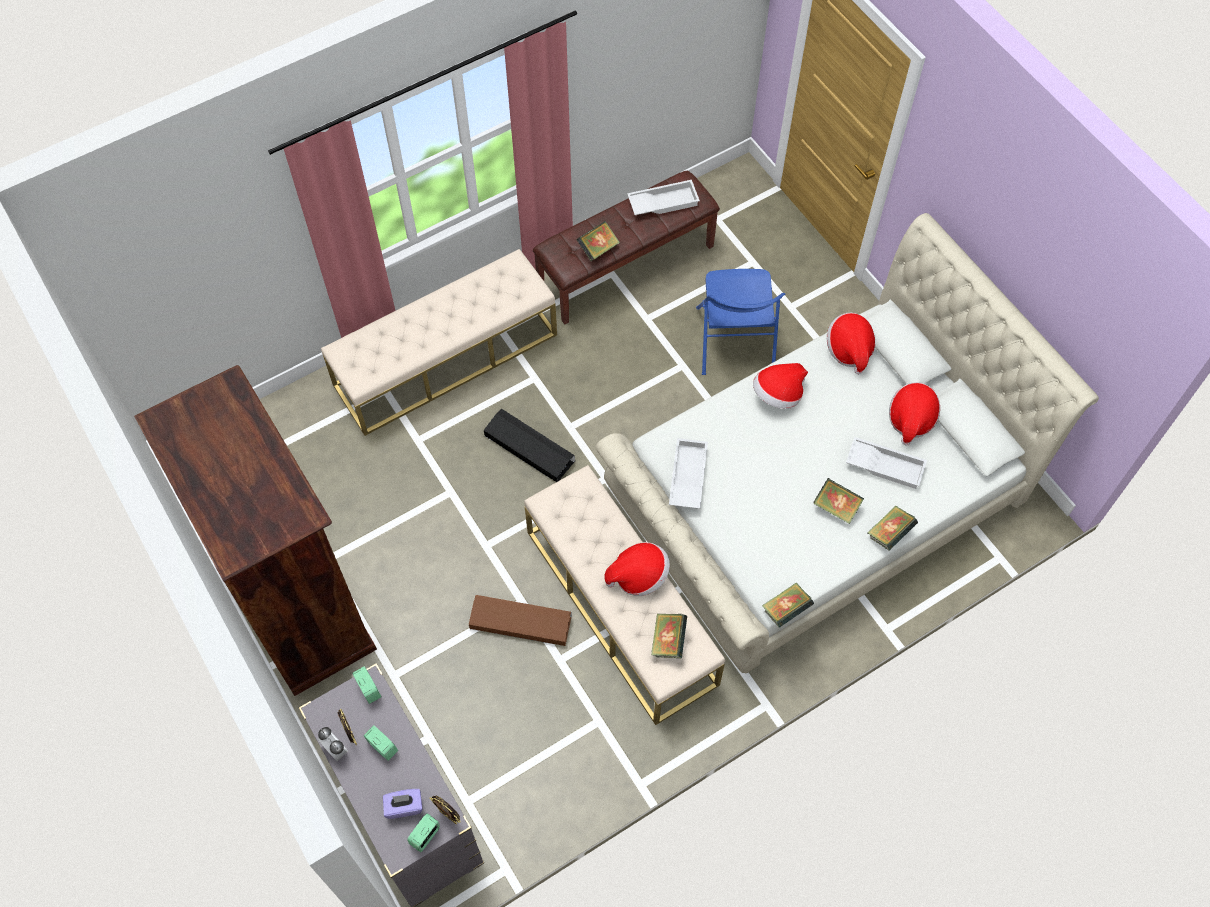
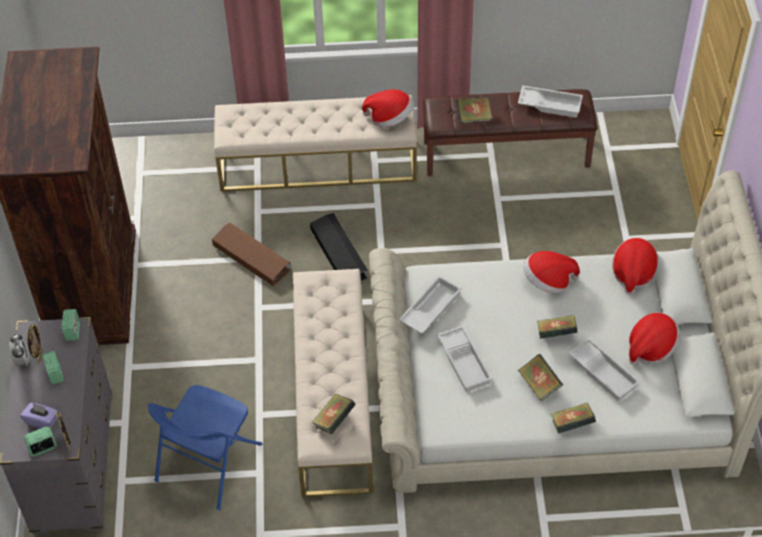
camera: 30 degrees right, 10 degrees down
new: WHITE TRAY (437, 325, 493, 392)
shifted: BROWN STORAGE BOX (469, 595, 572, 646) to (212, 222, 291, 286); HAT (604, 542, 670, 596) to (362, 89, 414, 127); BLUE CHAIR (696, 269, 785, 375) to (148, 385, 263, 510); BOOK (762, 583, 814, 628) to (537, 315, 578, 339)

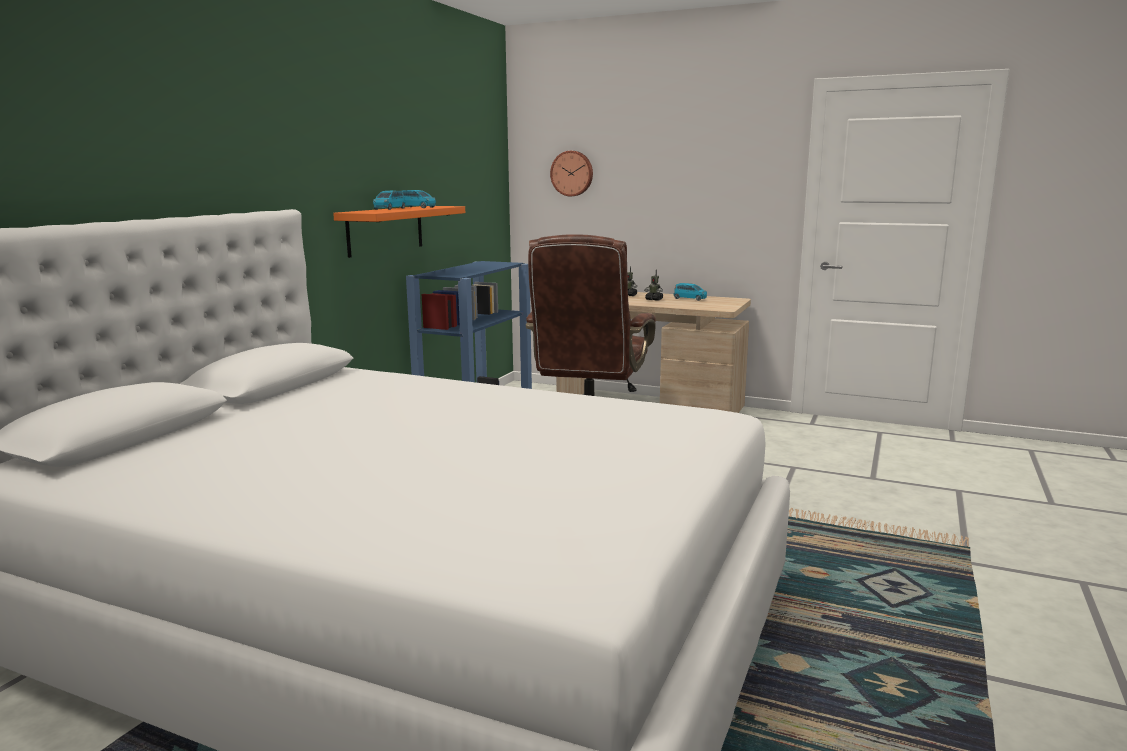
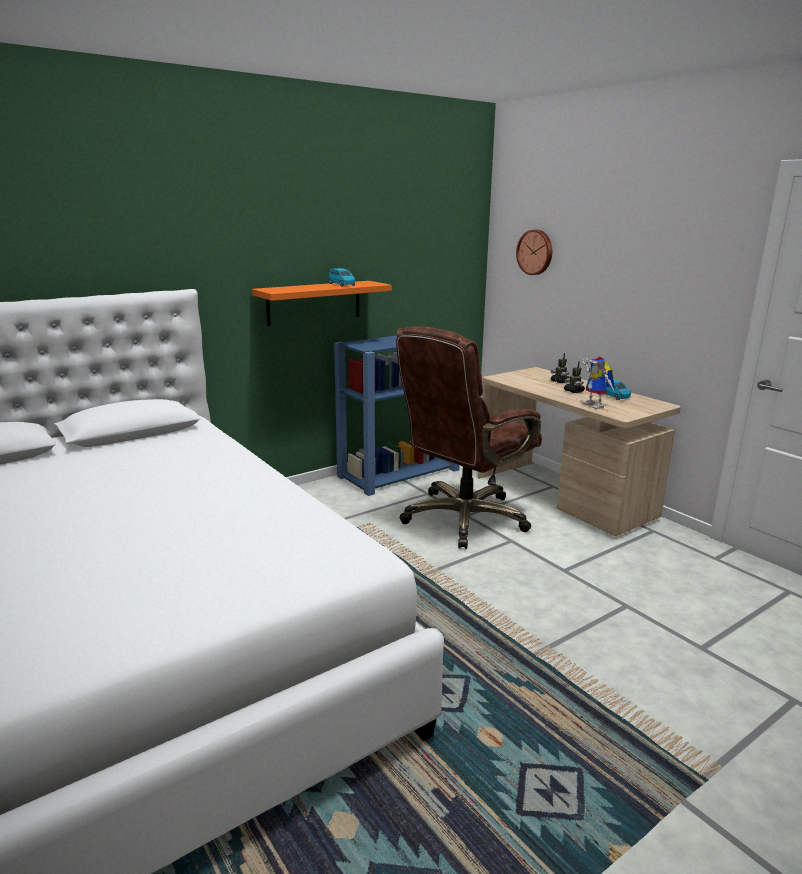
camera: 30 degrees right, 5 degrees up
gone: BLUE TOY CAR (373, 191, 405, 210)
new: TOY ROBOT (582, 357, 615, 409)

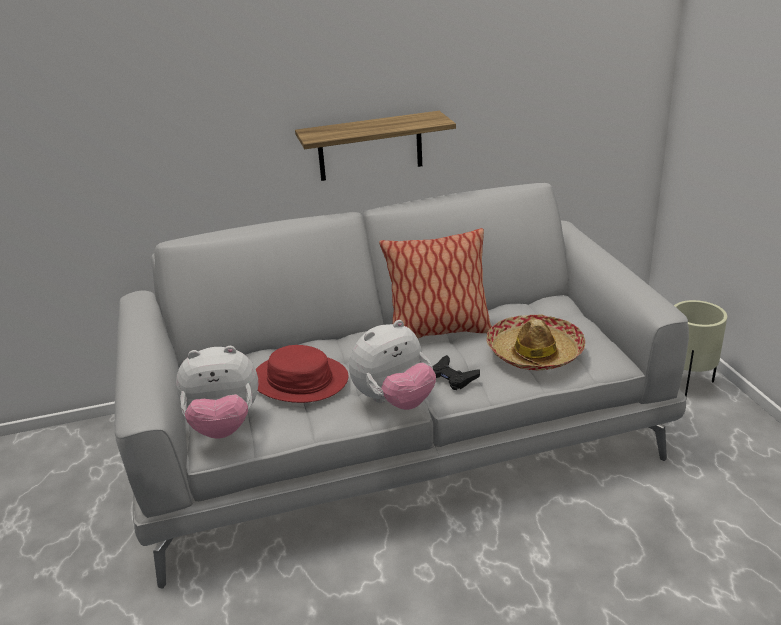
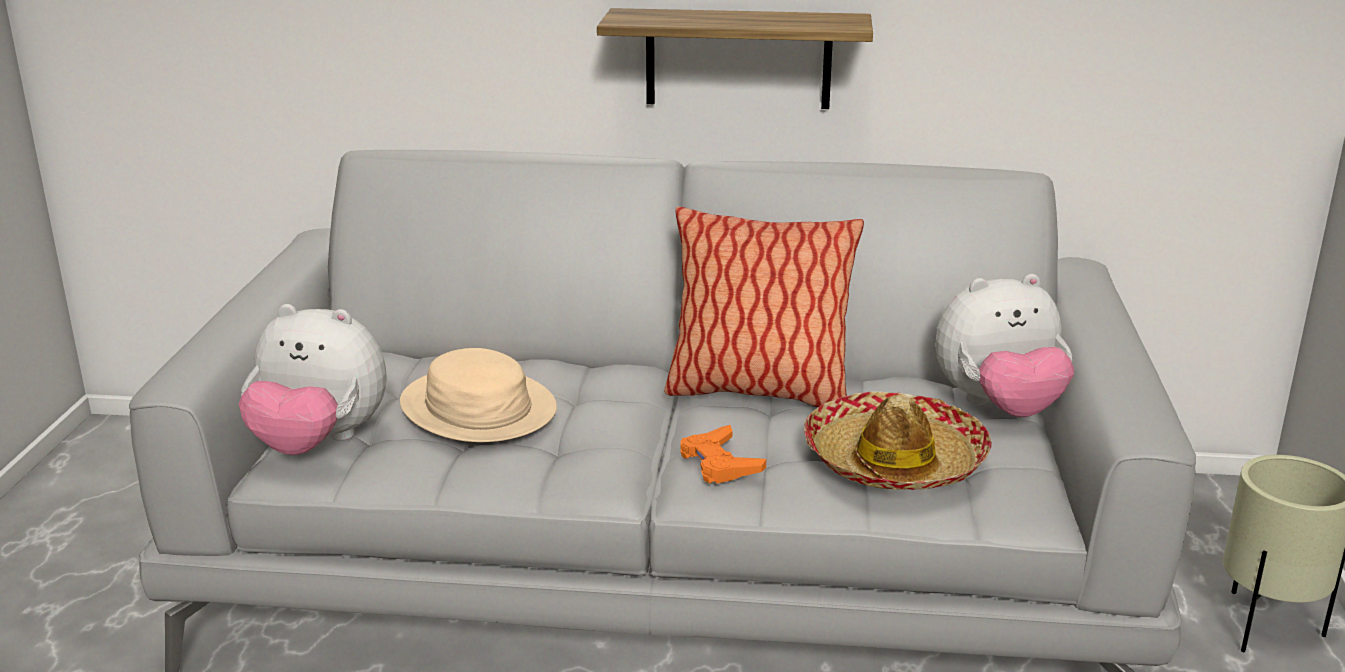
camera: 20 degrees right, 5 degrees down
shifted: PLUSH TOY (349, 320, 436, 410) to (936, 274, 1074, 417)
repainted: RED HAT (256, 345, 348, 403) to BEIGE HAT (400, 348, 557, 442); BLACK GAME CONTROLLER (432, 355, 480, 390) to ORANGE GAME CONTROLLER (680, 425, 766, 484)

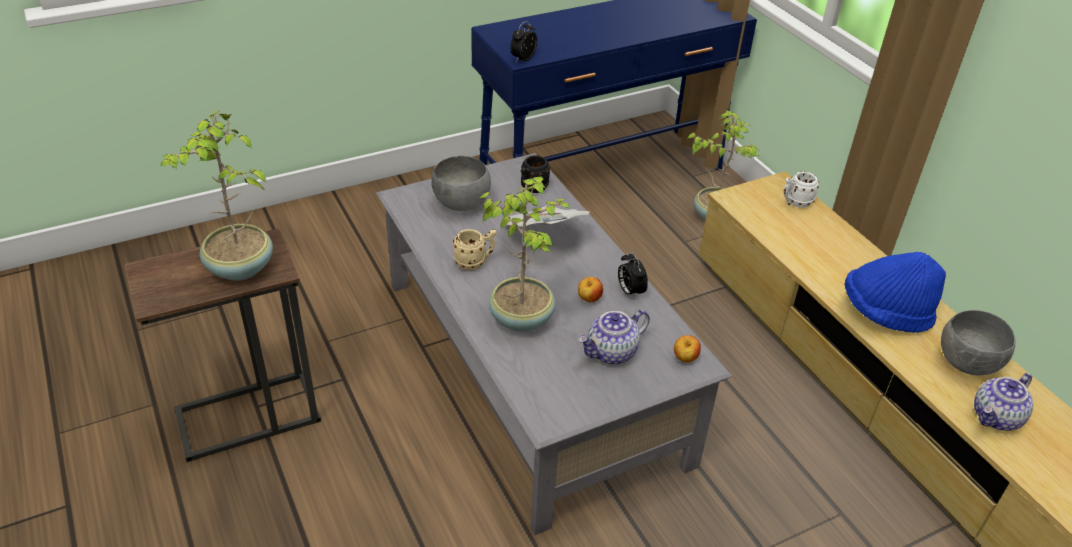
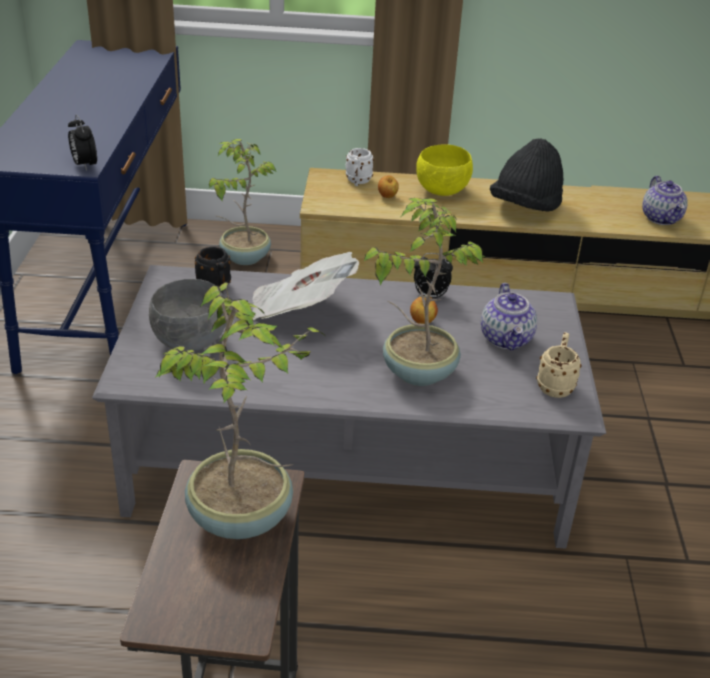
camera: 60 degrees left, 5 degrees down
gone: GREY BOWL (941, 310, 1015, 375)
new: YELLOW BOWL (416, 144, 473, 196)
shifted: BEIGE MUG (453, 229, 497, 270) to (536, 332, 581, 398); APPLE (674, 335, 701, 362) to (378, 175, 399, 198)
repainted: BLUE HAT (845, 252, 946, 333) to BLACK HAT (490, 138, 563, 212)

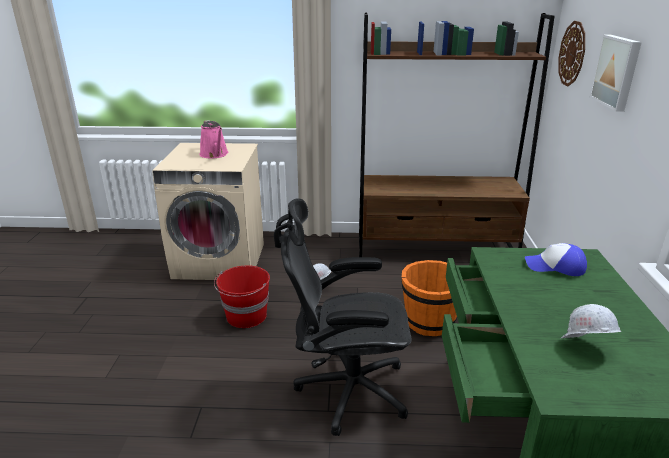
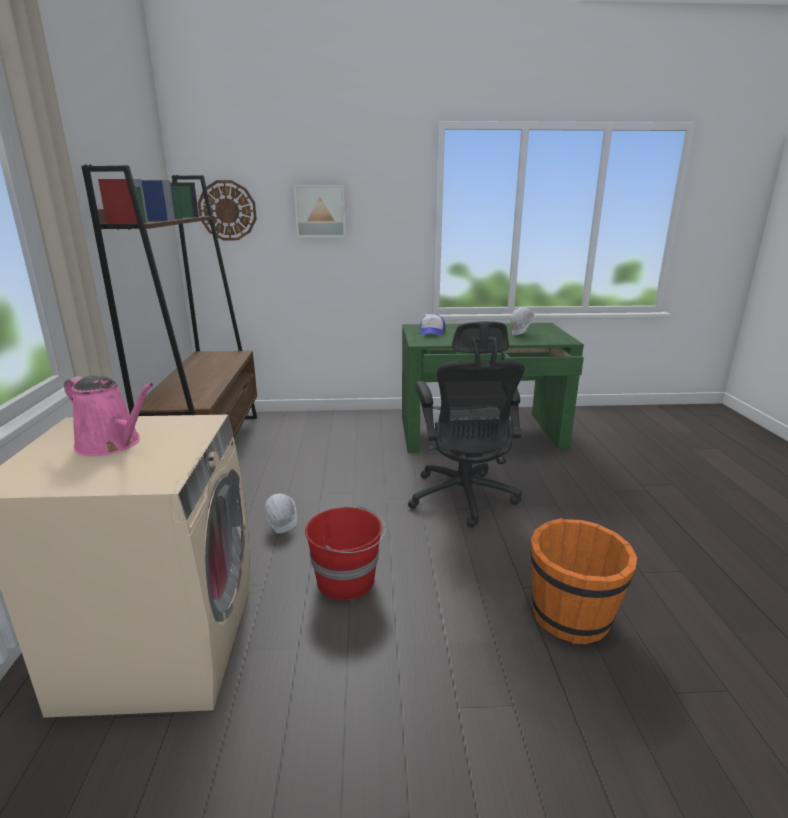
camera: 95 degrees left, 5 degrees down
shifted: ORANGE BUCKET (401, 260, 457, 336) to (530, 518, 637, 644)
rotated: PINK WATERING CAN (200, 120, 228, 159) = (64, 376, 154, 456) 60 degrees clockwise

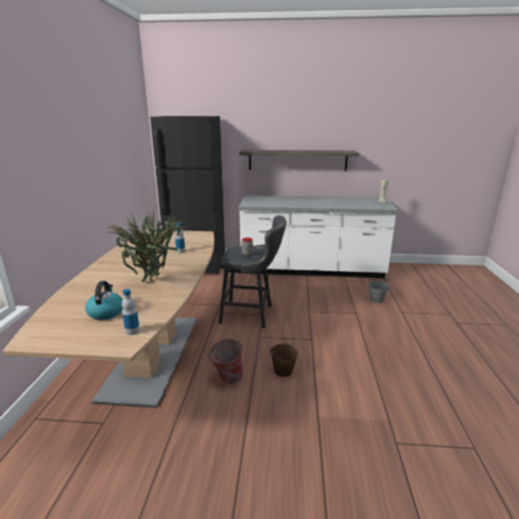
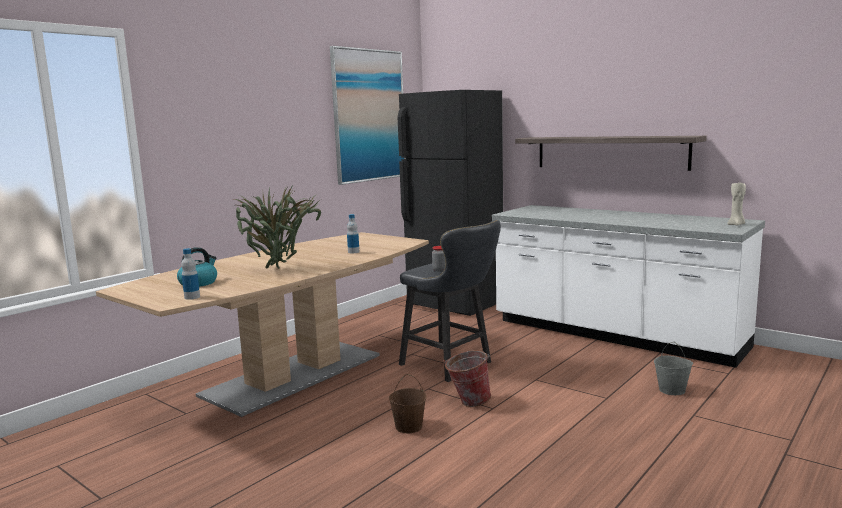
camera: 35 degrees right, 10 degrees down
new: PICTURE (330, 46, 406, 185)
shifted: BUCKET (207, 339, 243, 383) to (444, 350, 491, 407)

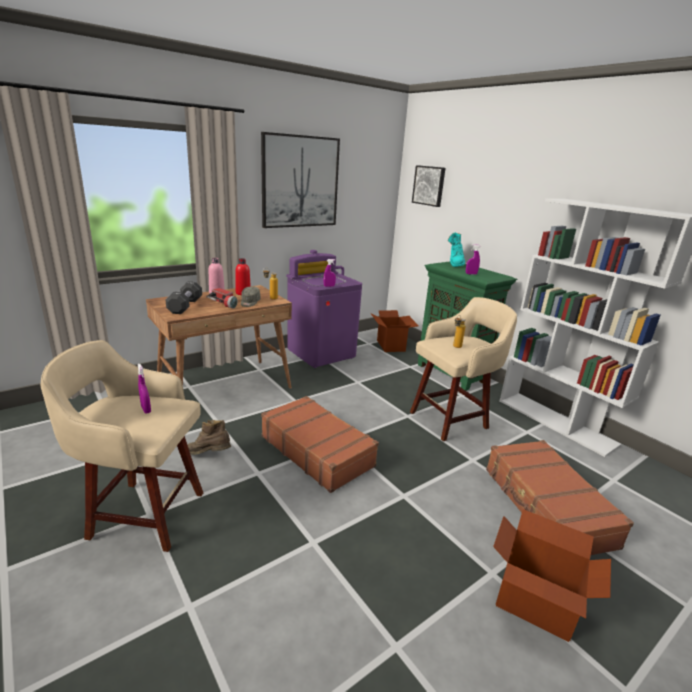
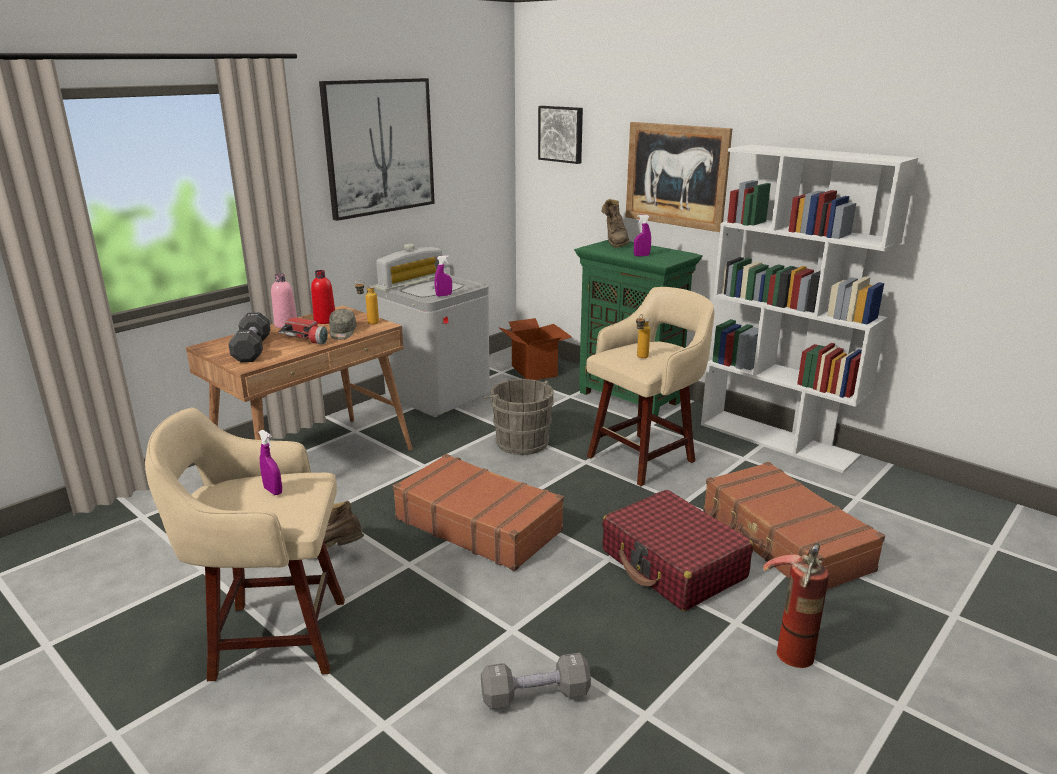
camera: 10 degrees left, 0 degrees up
new: GREY DUMBBELL (481, 653, 591, 709); GREY BUCKET (483, 379, 554, 455); RED SUITCASE (602, 490, 753, 611); PICTURE (626, 122, 732, 232)
swapped: CARDBOARD BOX (493, 509, 611, 642) to FIRE EXTINGUISHER (763, 543, 829, 668)
repainted: PURPLE WASHING MACHINE (286, 250, 362, 368) to GREY WASHING MACHINE (374, 244, 490, 417); TURQUOISE BOOT (448, 232, 465, 267) to BROWN BOOT (601, 199, 629, 248)

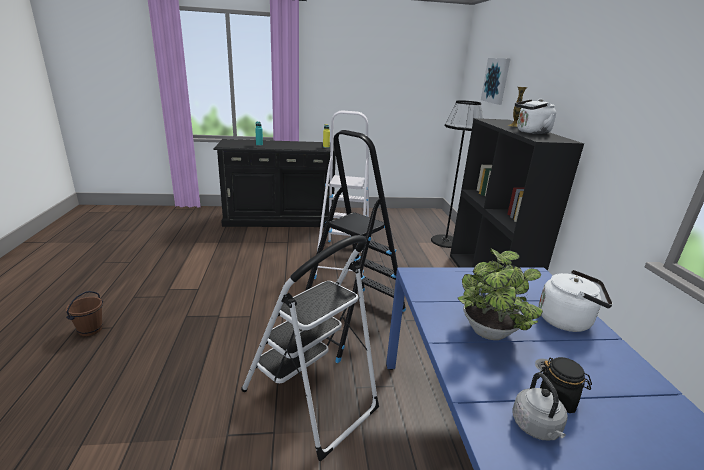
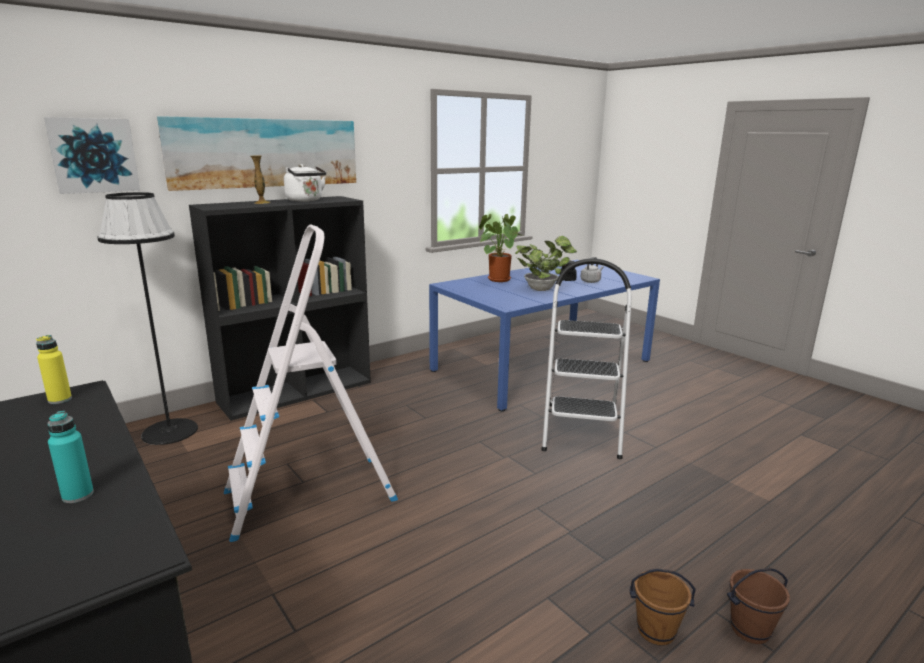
camera: 120 degrees left, 5 degrees down
gone: BLACK STEP LADDER (305, 130, 406, 363)
new: PICTURE (157, 116, 356, 191); BROWN BUCKET (630, 569, 696, 646)
swapped: WHITE KETTLE (539, 270, 613, 332) to POTTED PLANT (479, 214, 523, 282)

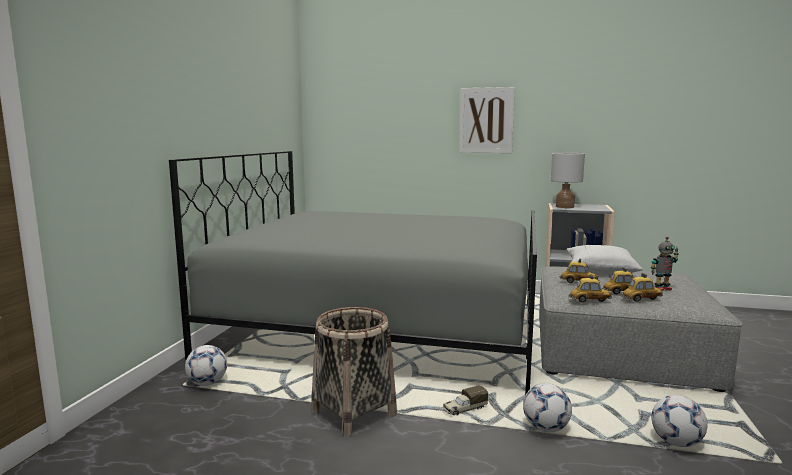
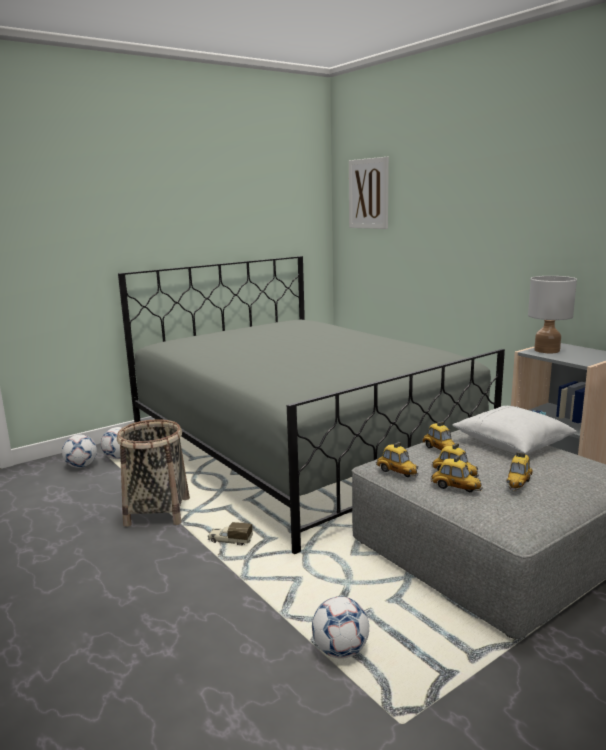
camera: 40 degrees right, 5 degrees up
shifted: PICTURE (459, 87, 515, 153) to (349, 157, 389, 229); FOOTBALL (523, 383, 572, 432) to (62, 435, 97, 468)
swapped: TOY ROBOT (651, 237, 679, 291) to TOY CAR (506, 452, 533, 491)

